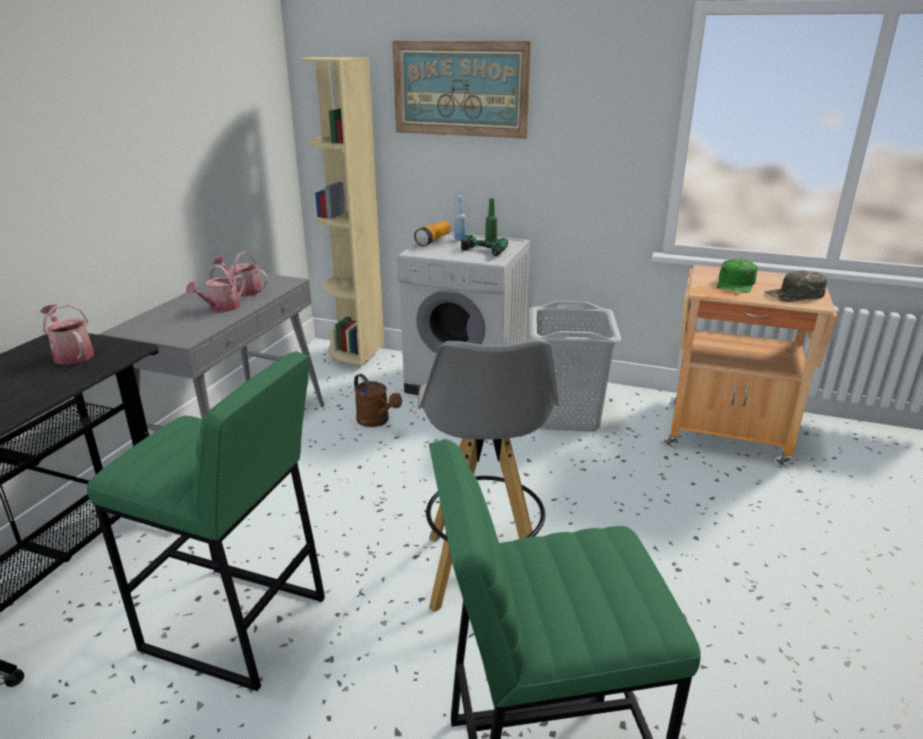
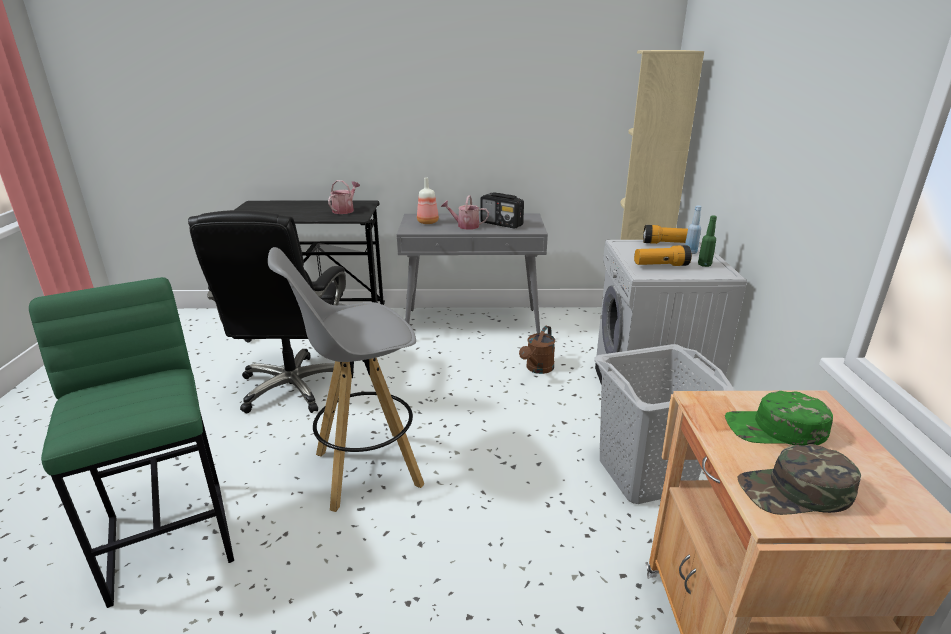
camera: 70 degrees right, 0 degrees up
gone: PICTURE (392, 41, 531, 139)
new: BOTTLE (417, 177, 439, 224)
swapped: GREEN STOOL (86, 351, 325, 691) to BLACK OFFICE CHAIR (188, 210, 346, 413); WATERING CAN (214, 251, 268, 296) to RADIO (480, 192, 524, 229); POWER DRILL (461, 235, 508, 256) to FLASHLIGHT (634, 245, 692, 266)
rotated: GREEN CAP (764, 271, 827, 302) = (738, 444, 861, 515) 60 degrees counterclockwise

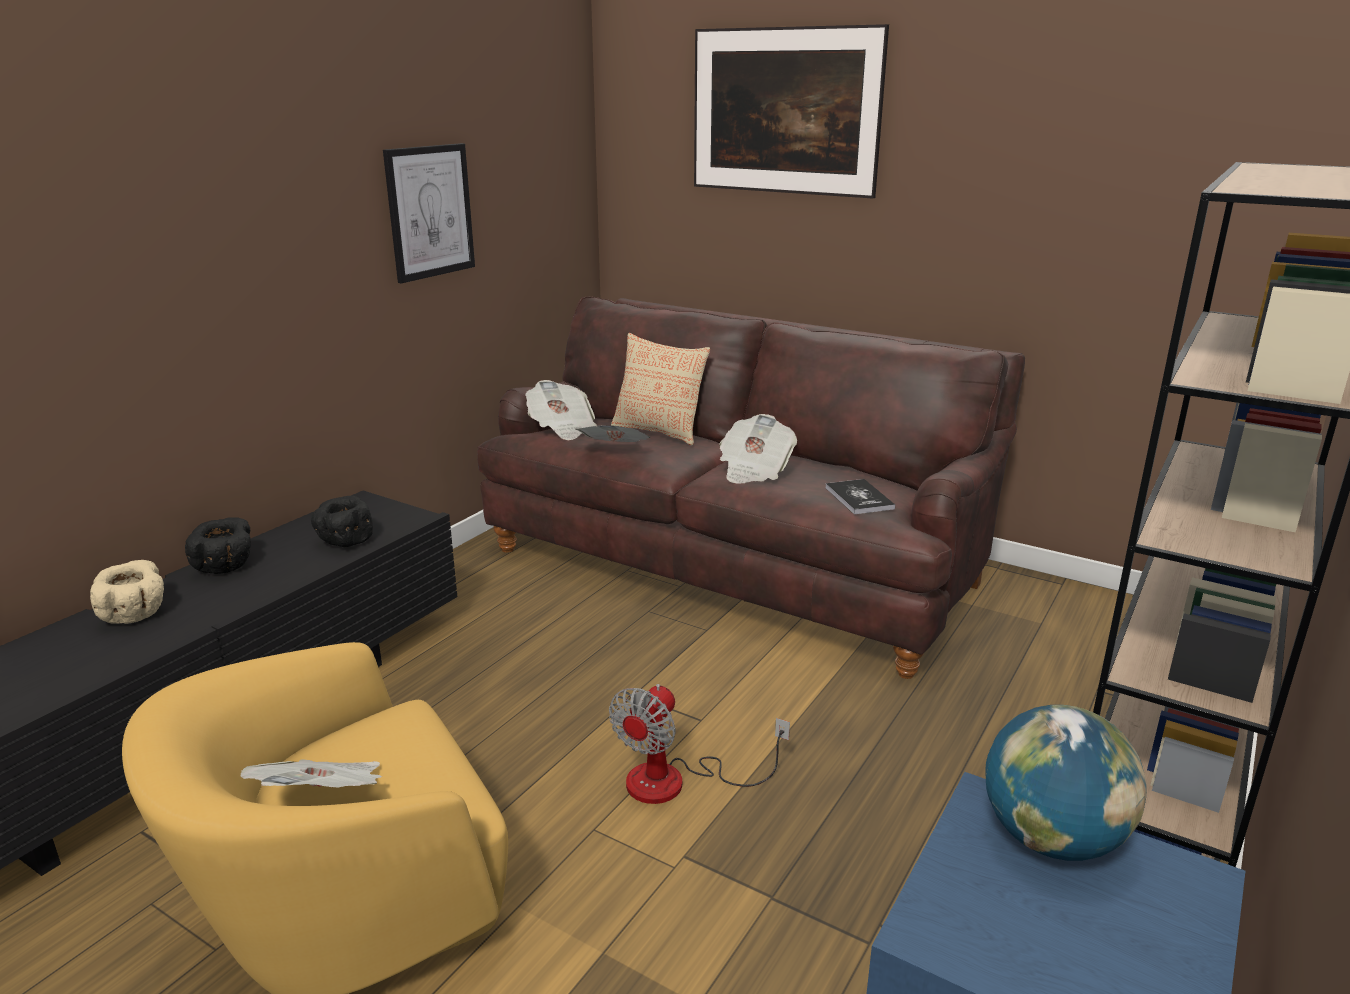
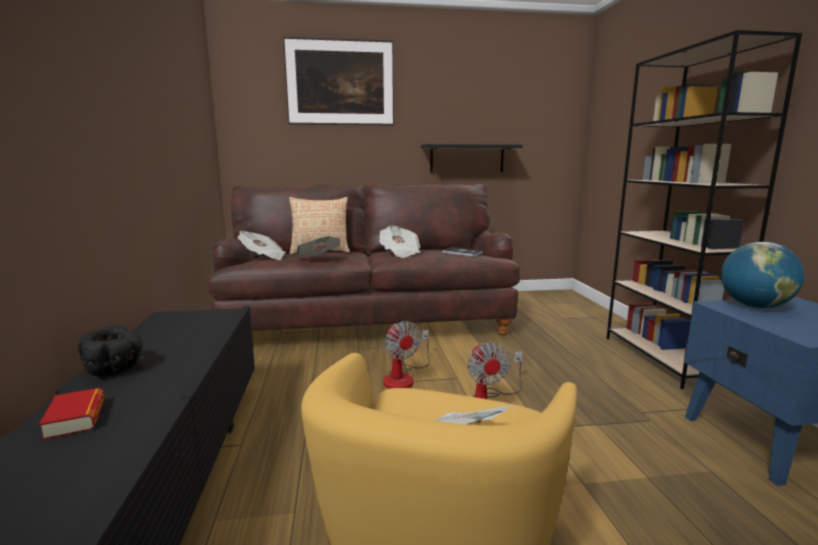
camera: 40 degrees left, 10 degrees down
gone: BLACK BOWL (311, 496, 373, 547); PICTURE (383, 143, 475, 284)
new: FAN (383, 321, 430, 389); BLACK SHELF (421, 144, 523, 173)
swapped: BEIGE BOWL (90, 560, 164, 624) to BOOK (39, 388, 105, 440)

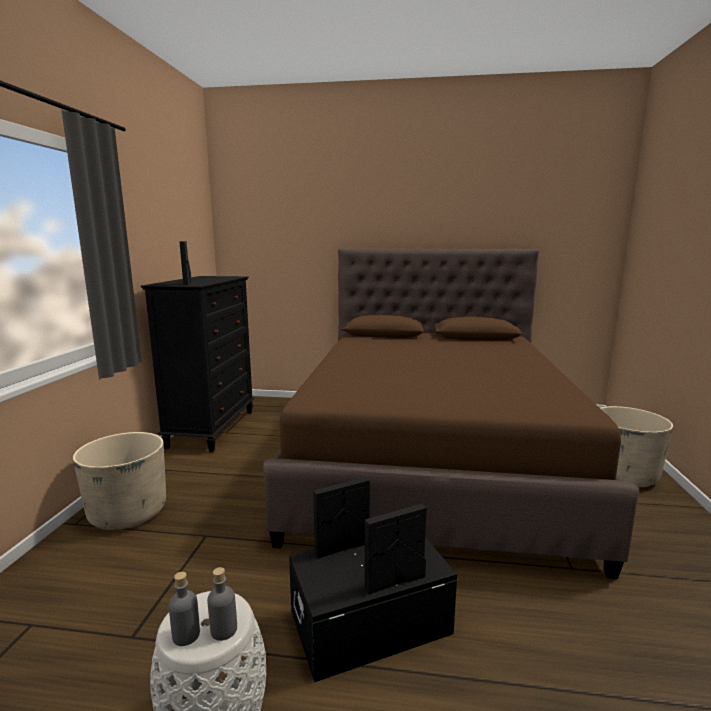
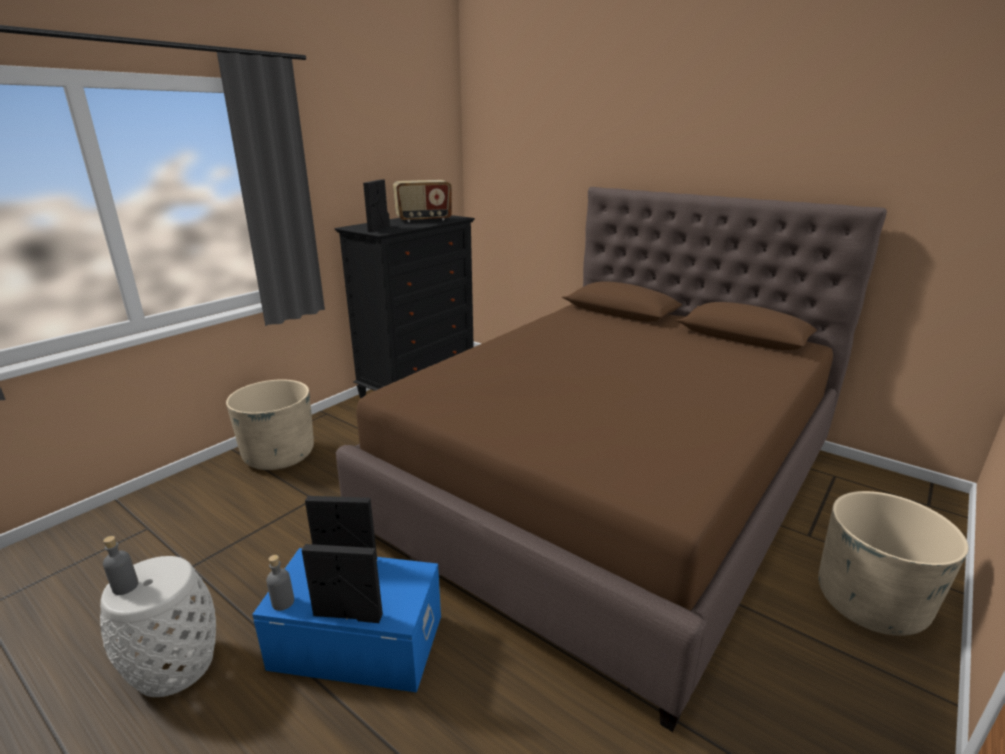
camera: 30 degrees right, 10 degrees up
new: RADIO (393, 180, 452, 222)
shifted: GREY BOTTLE (207, 567, 237, 641) to (266, 555, 294, 611)
repainted: BLACK STORAGE BOX (289, 537, 457, 682) to BLUE STORAGE BOX (252, 548, 441, 693)

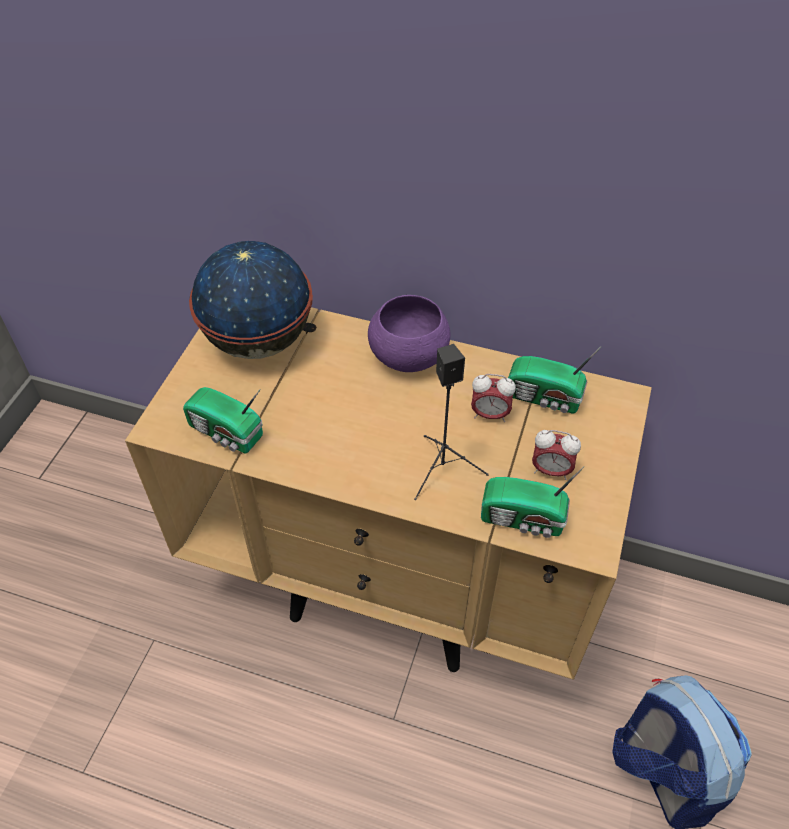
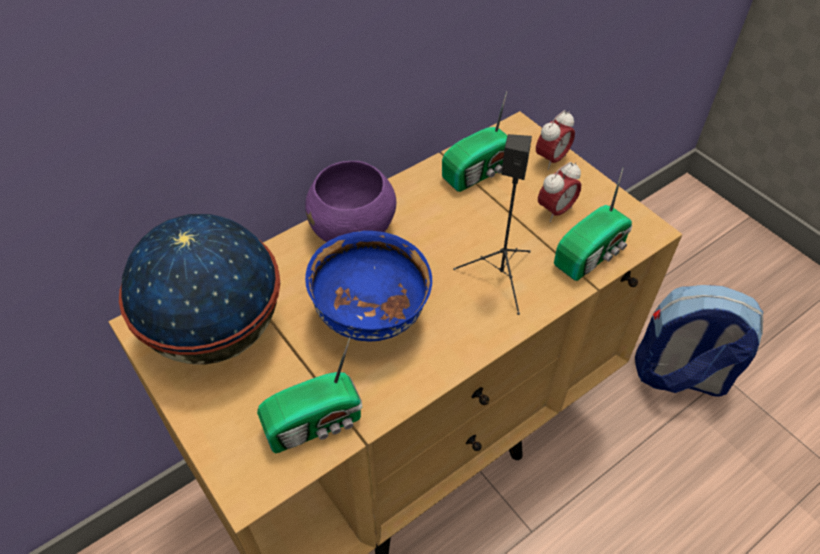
camera: 55 degrees left, 0 degrees up
new: BLUE BOWL (305, 231, 432, 342)
shifted: ALARM CLOCK (471, 374, 516, 422) to (536, 110, 575, 170)

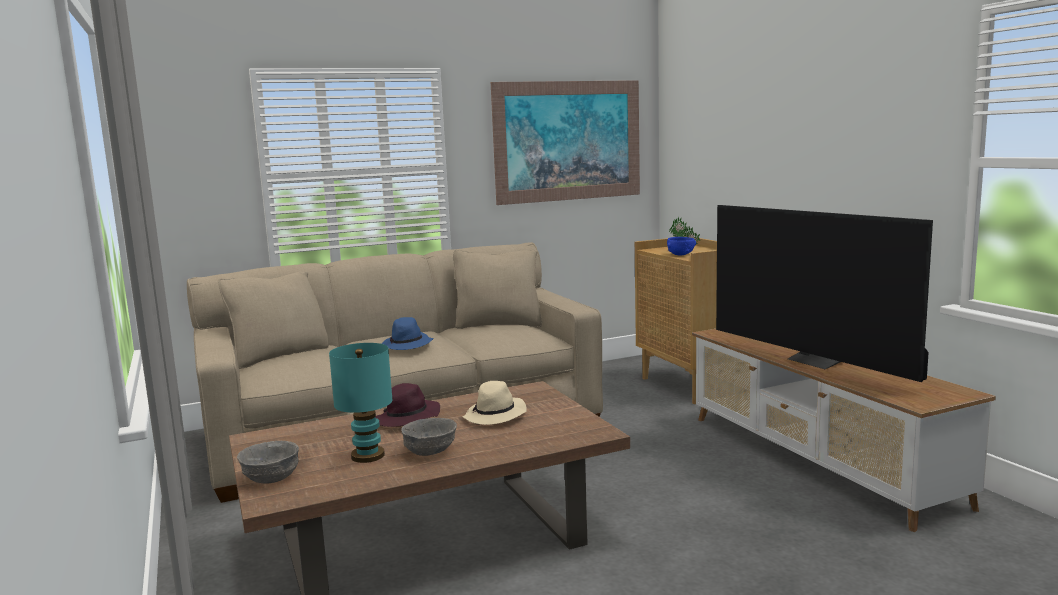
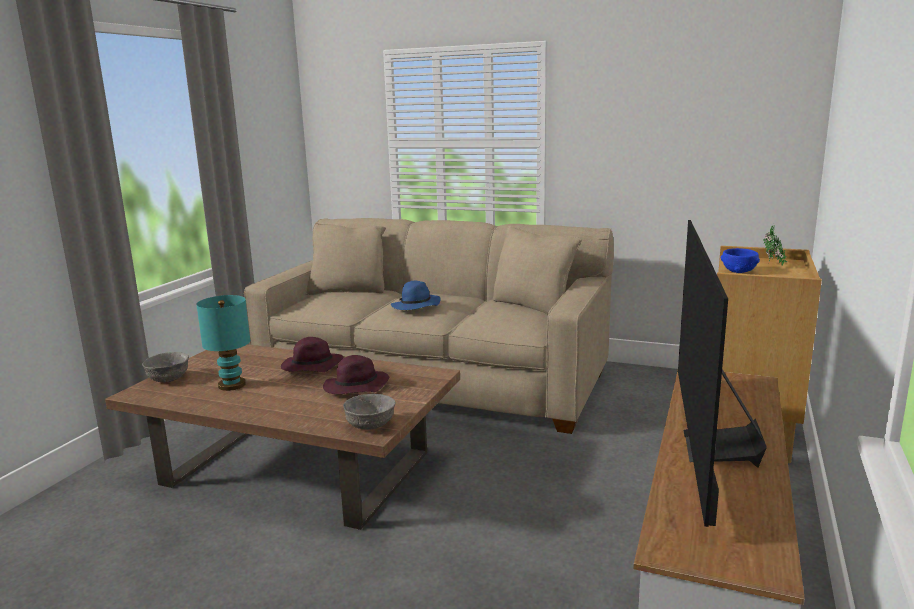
camera: 45 degrees right, 5 degrees up
gone: PICTURE (491, 80, 640, 205)
shifted: GREY BOWL (401, 418, 457, 456) to (343, 394, 396, 430)
repainted: BEIGE HAT (462, 381, 527, 425) to PURPLE HAT (323, 355, 389, 394)

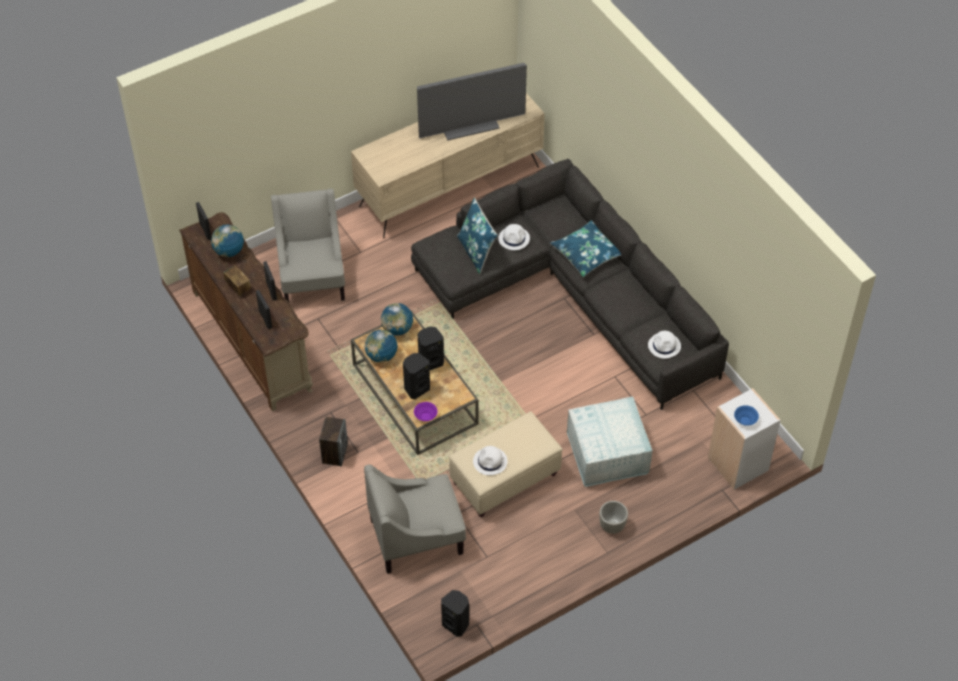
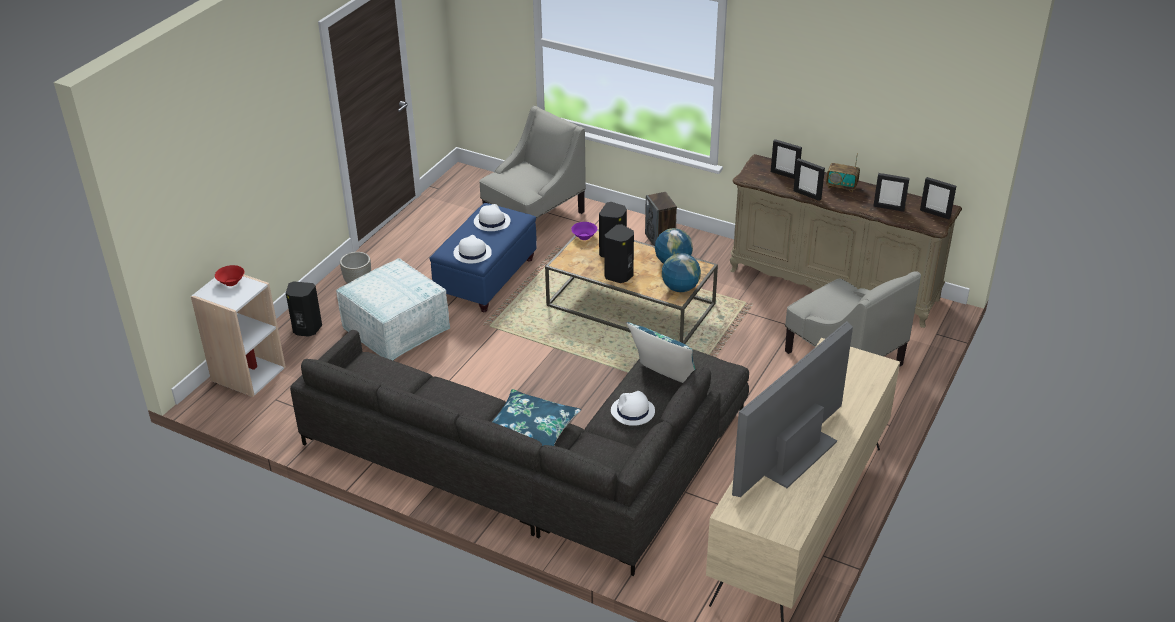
camera: 150 degrees right, 15 degrees down
shifted: BLACK SPEAKER (441, 590, 469, 637) to (286, 281, 322, 337); WHITE HAT (648, 331, 681, 359) to (454, 235, 492, 263)
swapped: GLOBE (211, 225, 244, 257) to PICTURE FRAME (873, 173, 910, 212)
repainted: BEIGE OTTOMAN (449, 411, 563, 517) to BLUE OTTOMAN (429, 203, 537, 312); BLUE BOWL (734, 405, 759, 426) to RED BOWL (215, 265, 244, 286)

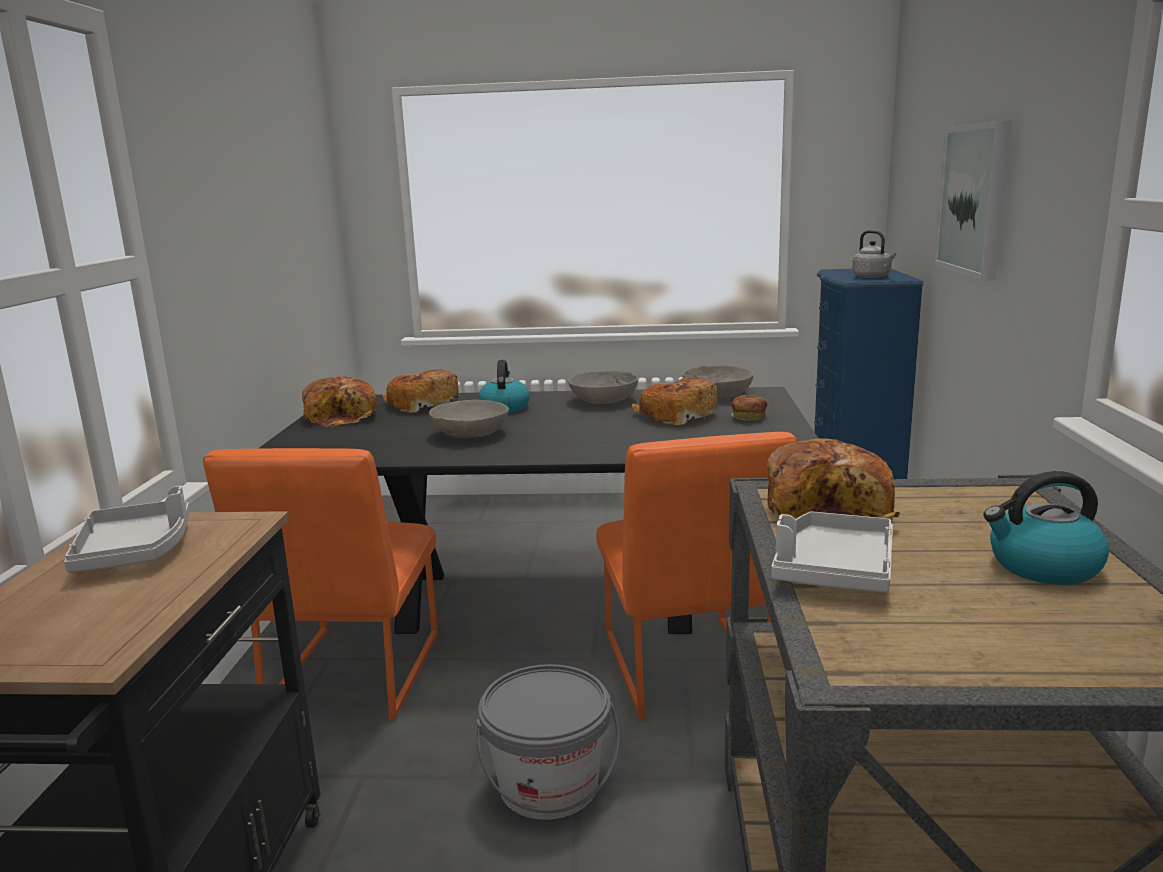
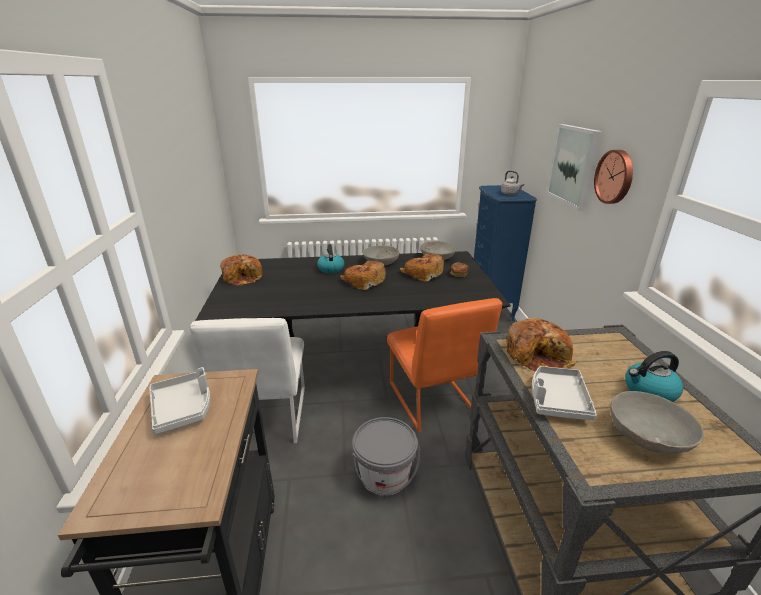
camera: 10 degrees left, 10 degrees up
new: WALL CLOCK (594, 150, 633, 204)
shifted: BREAD (382, 369, 458, 413) to (340, 261, 386, 290); GREY BOWL (429, 400, 509, 438) to (610, 391, 704, 453)
repainted: ORANGE CHAIR (203, 448, 438, 720) to WHITE CHAIR (189, 318, 305, 443)

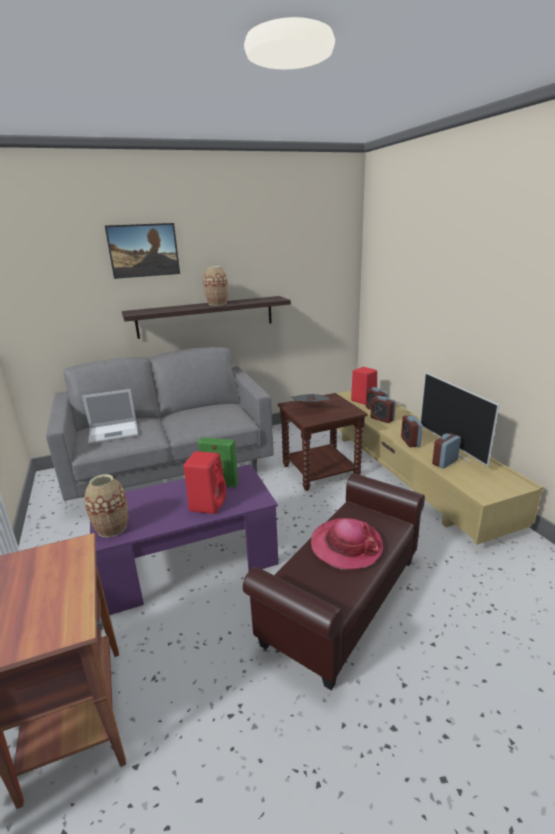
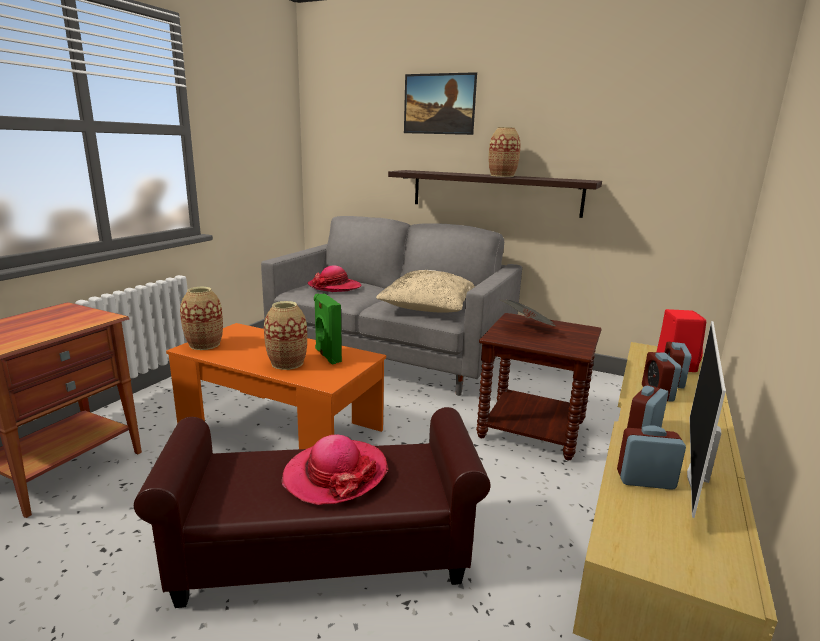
camera: 45 degrees right, 5 degrees down
new: BEIGE PILLOW (376, 270, 475, 313)
swapped: LAPTOP (82, 389, 138, 444) to HAT (308, 265, 361, 292); RED SPEAKER (183, 451, 226, 514) to VASE (264, 301, 307, 370)
repainted: PURPLE COFFEE TABLE (90, 464, 278, 615) to ORANGE COFFEE TABLE (166, 323, 386, 449)

